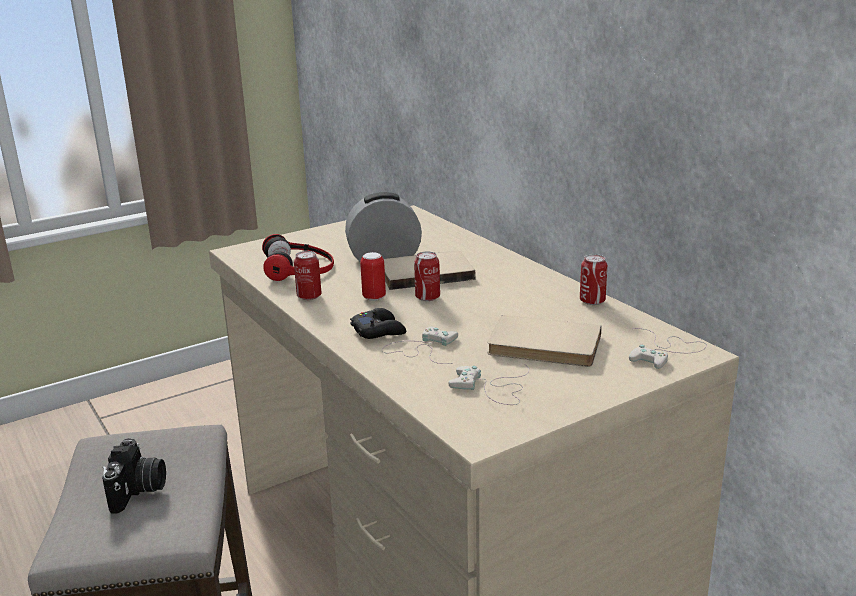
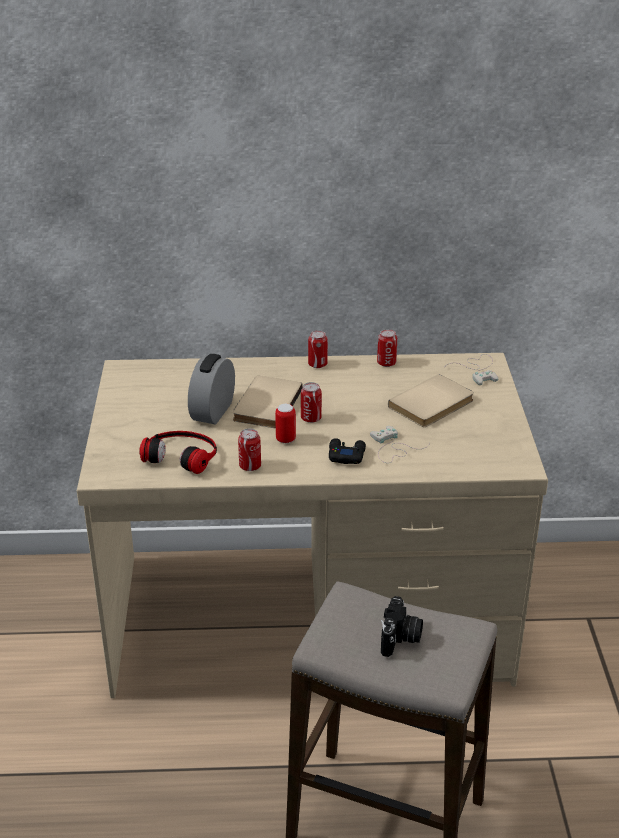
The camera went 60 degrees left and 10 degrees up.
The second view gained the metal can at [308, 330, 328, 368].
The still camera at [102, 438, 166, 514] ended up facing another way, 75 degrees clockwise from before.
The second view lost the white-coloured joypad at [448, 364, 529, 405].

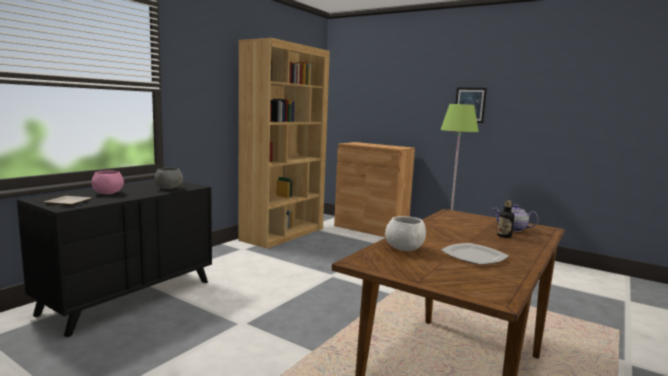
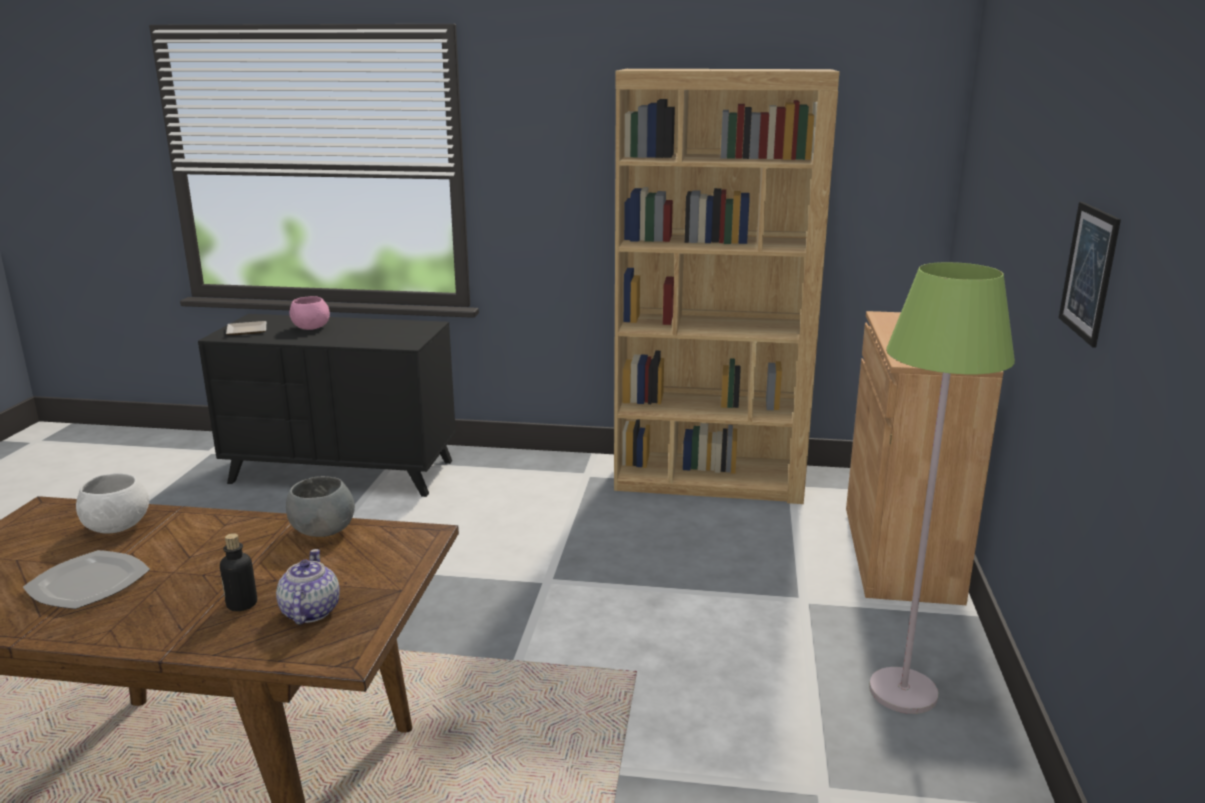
The camera went 65 degrees right and 10 degrees up.
The greyish bowl ended up elsewhere, having gone from [155, 167, 183, 189] to [286, 476, 355, 537].

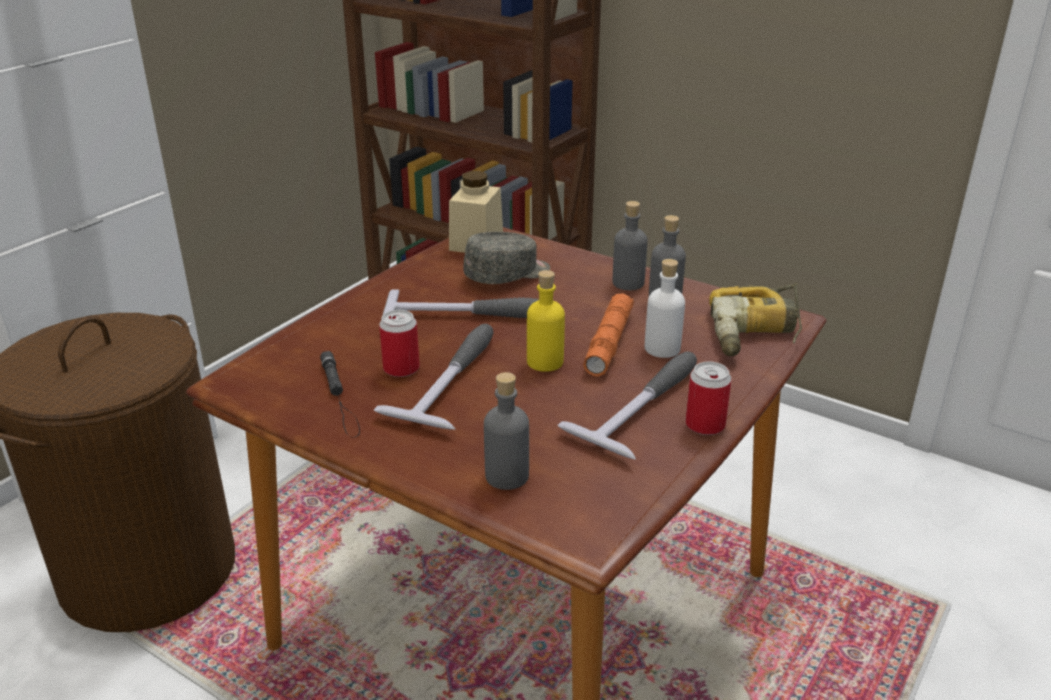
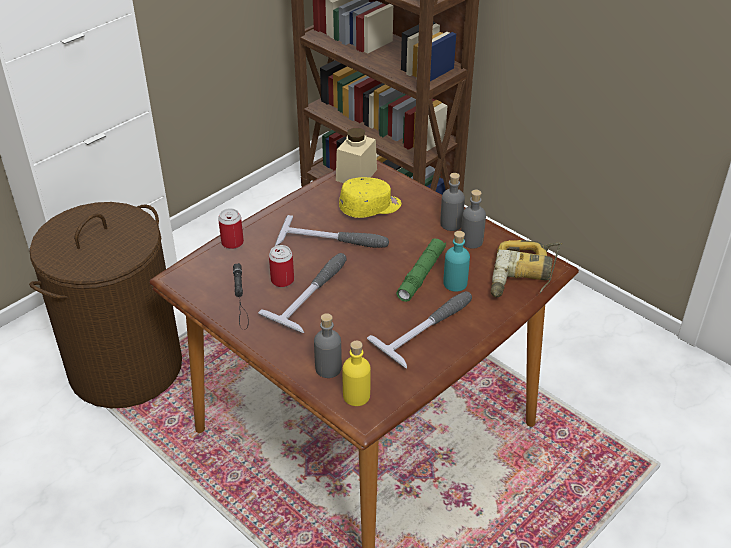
The camera went 10 degrees right and 10 degrees up.
The metal can ended up elsewhere, having gone from [685, 361, 732, 435] to [218, 208, 244, 249].
What was the greyish baseball cap at [463, 232, 550, 284] turned into the yellow-coloured baseball cap at [339, 177, 401, 218].
The yellow-coloured bottle ended up elsewhere, having gone from [527, 270, 565, 372] to [342, 341, 371, 406].
What was the orange flashlight at [583, 293, 634, 377] turned into the greenish flashlight at [396, 238, 446, 302].
What was the white-coloured bottle at [645, 259, 685, 358] turned into the turquoise bottle at [443, 231, 470, 292].

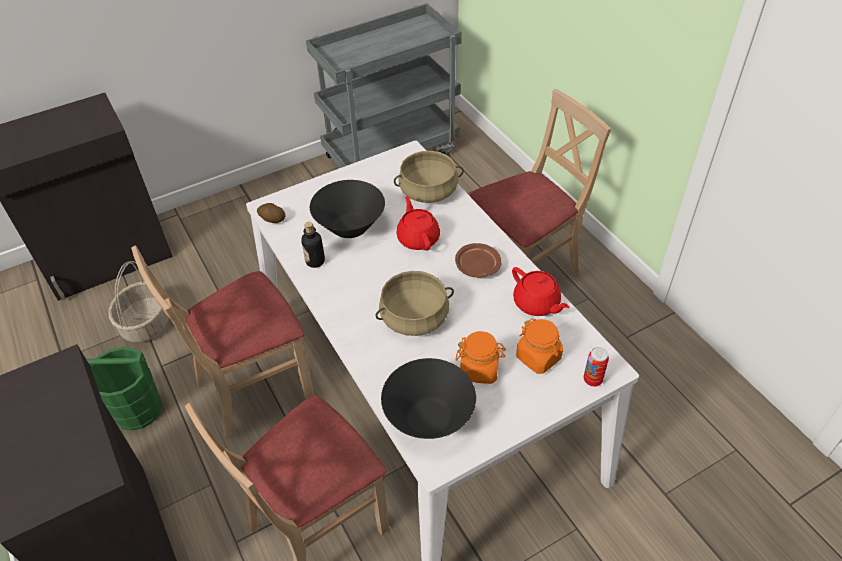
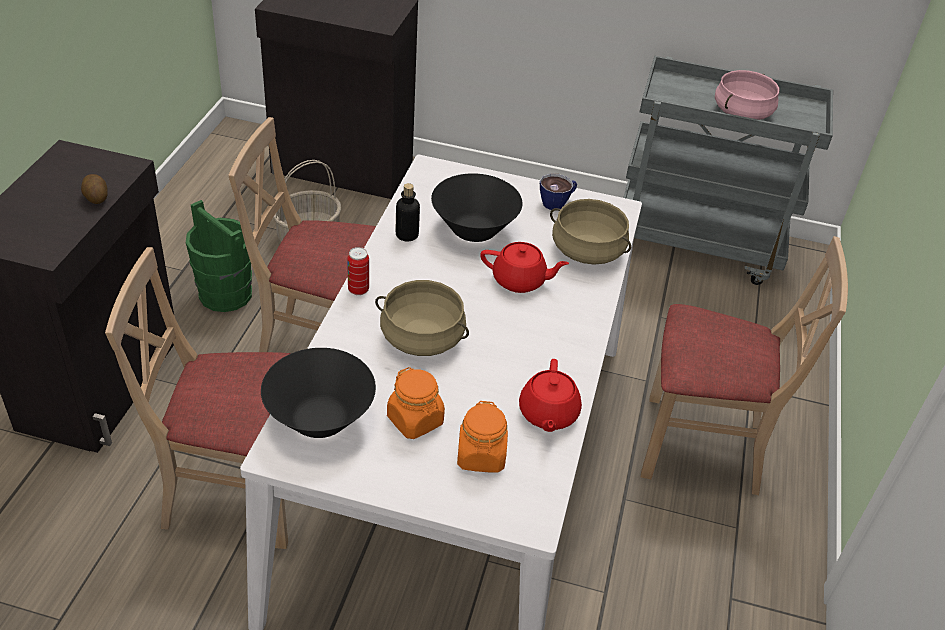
The camera went 40 degrees right and 5 degrees down.
The spud ended up elsewhere, having gone from [257, 203, 285, 223] to [81, 174, 108, 204].
The metal can ended up elsewhere, having gone from [583, 347, 609, 387] to [347, 247, 369, 295].
The reddish pot for tea at [396, 196, 440, 251] ended up facing another way, 75 degrees clockwise from before.
The second view gained the drinking cup at [540, 173, 577, 210].
The second view gained the pinkish cooking pot at [715, 70, 780, 120].
The second view lost the brown flat dish at [455, 243, 502, 277].

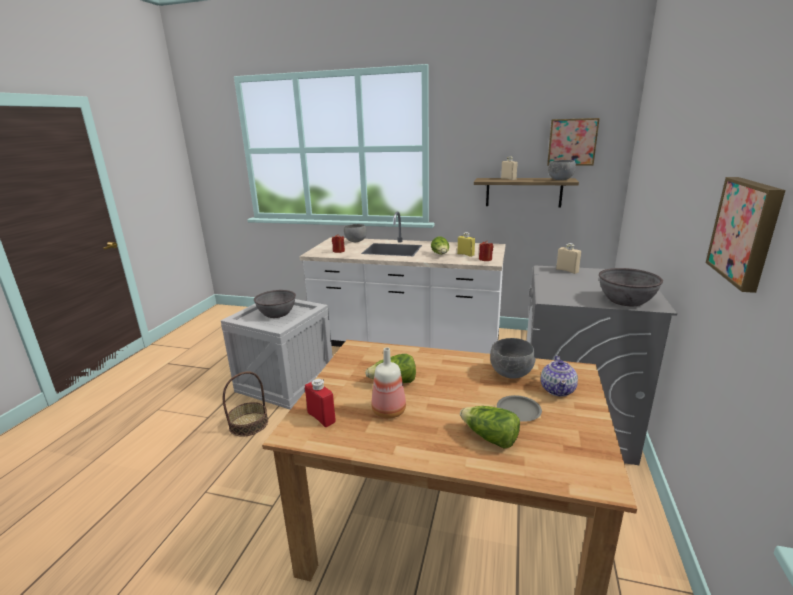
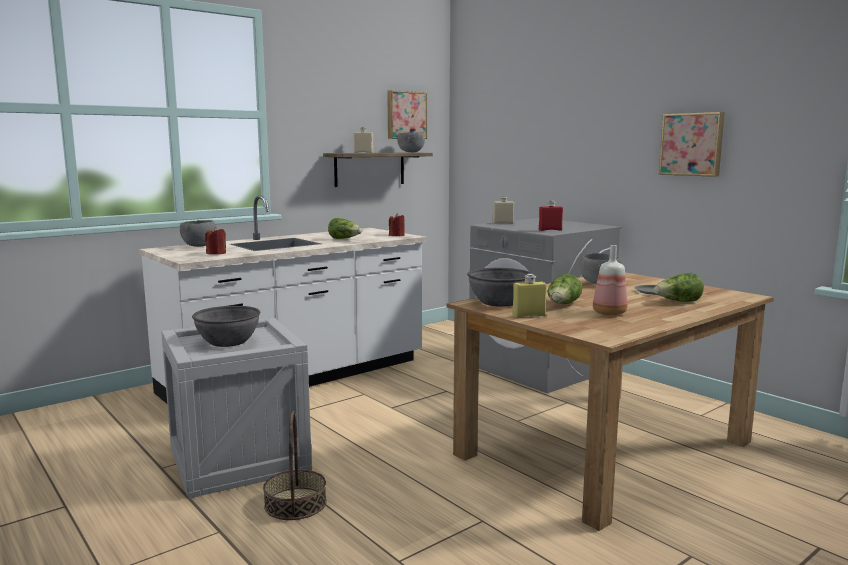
The camera went 55 degrees left and 10 degrees down.
The greyish bowl ended up elsewhere, having gone from [599, 268, 663, 306] to [467, 268, 532, 307].
The yellow-coloured bottle ended up elsewhere, having gone from [457, 232, 475, 257] to [512, 274, 547, 318].
The reddish bottle ended up elsewhere, having gone from [305, 379, 336, 427] to [539, 200, 563, 231].
The second view lost the pot for tea at [541, 356, 578, 397].

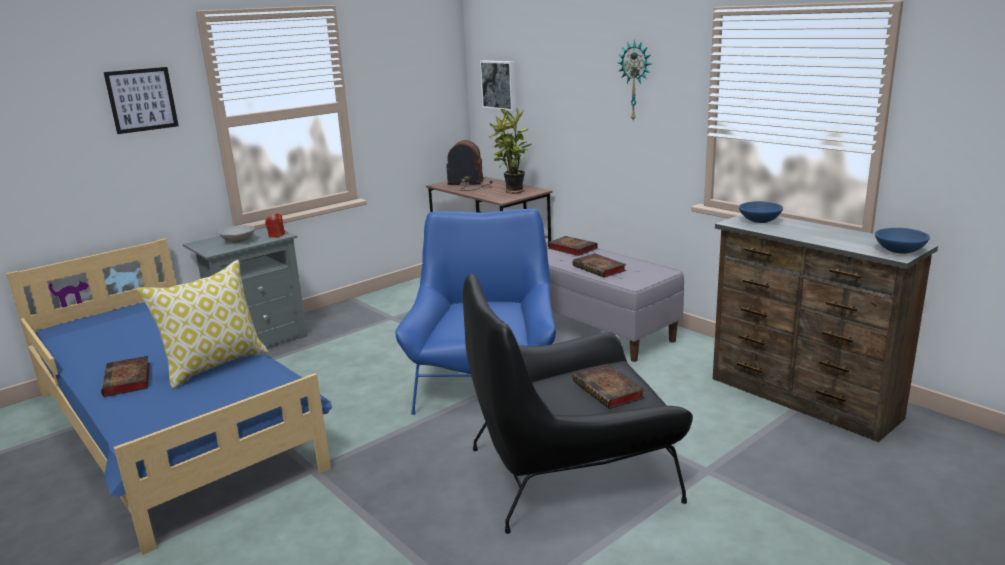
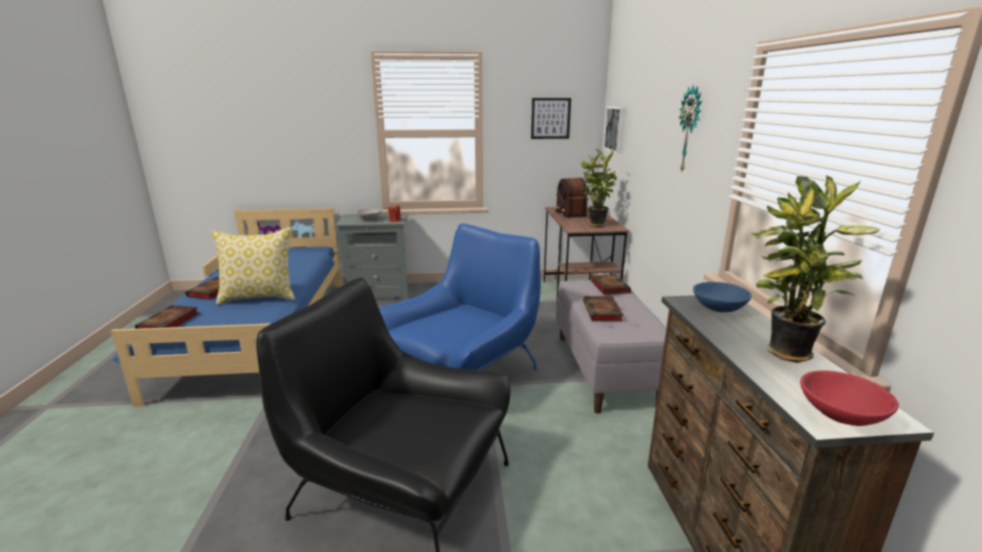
The camera went 35 degrees right and 0 degrees up.
The volume ended up elsewhere, having gone from [573, 364, 645, 409] to [135, 305, 199, 329].
The wall picture ended up elsewhere, having gone from [104, 67, 179, 134] to [531, 98, 571, 139].
The radio set at [446, 140, 493, 191] ended up facing another way, 150 degrees counterclockwise from before.
The second view gained the houseplant at [751, 175, 880, 363].
What was the blue bowl at [875, 228, 930, 254] turned into the reddish bowl at [800, 370, 899, 426].

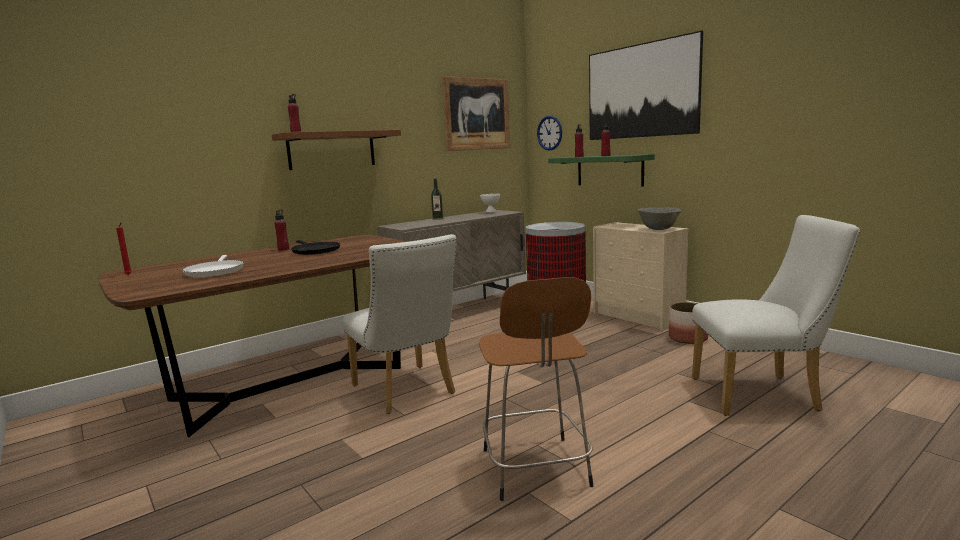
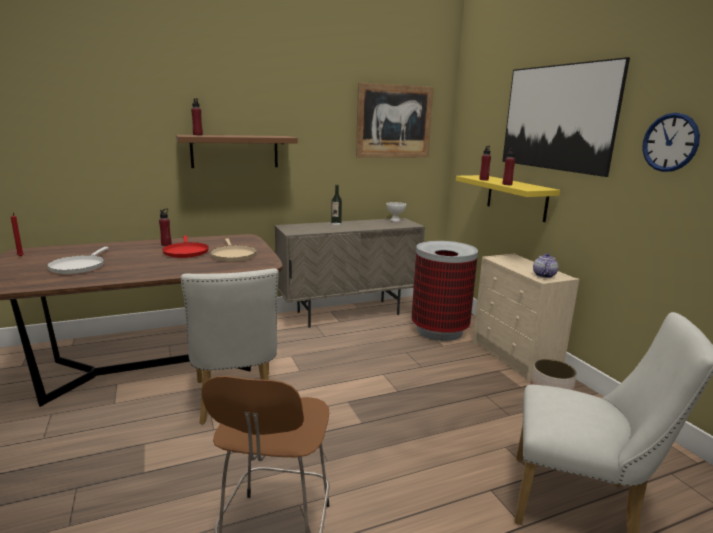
The camera went 15 degrees right and 5 degrees up.
What was the black skillet at [291, 240, 340, 255] turned into the reddish skillet at [162, 236, 209, 258].
The second view gained the beige skillet at [210, 239, 256, 261].
What was the greenish wall shelf at [548, 154, 655, 187] turned into the yellow-coloured wall shelf at [456, 175, 560, 222].
Where the greyish bowl stood at [638, 207, 681, 230], the pot for tea came to stand at [533, 253, 558, 278].
The wall clock ended up elsewhere, having gone from [537, 116, 562, 151] to [642, 113, 700, 172].

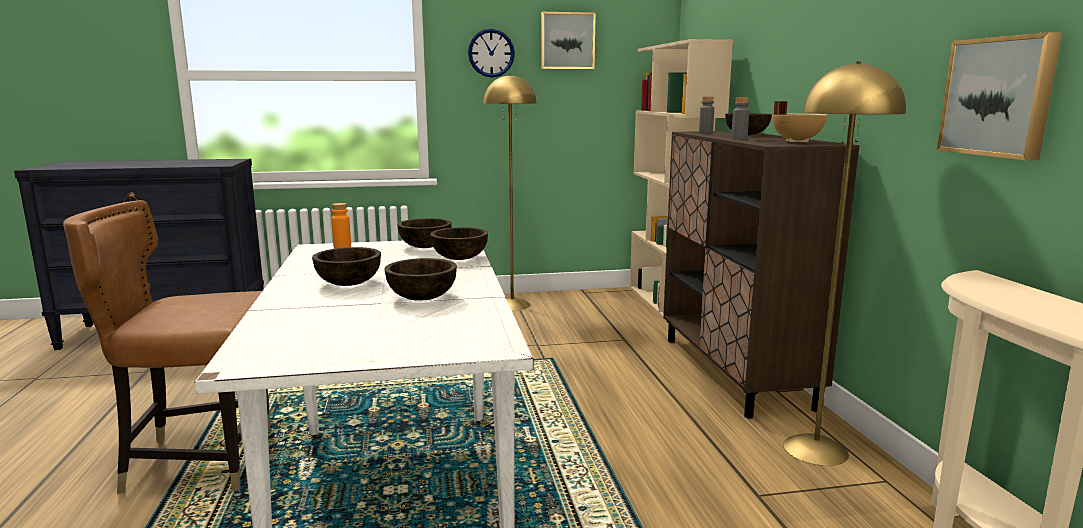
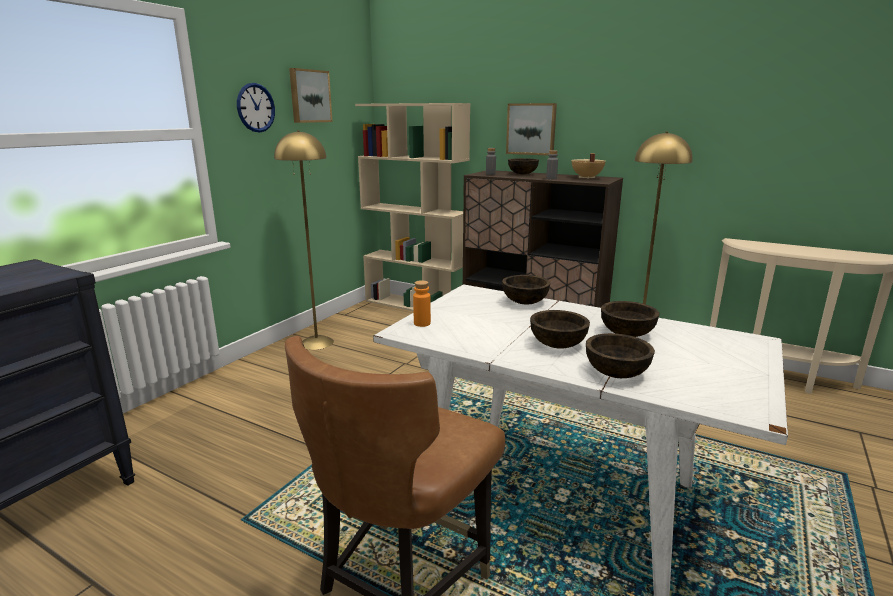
The camera went 50 degrees left and 5 degrees up.
The wall picture ended up elsewhere, having gone from [937, 32, 1062, 160] to [506, 103, 557, 155].
The brown bowl ended up elsewhere, having gone from [397, 218, 452, 248] to [586, 333, 655, 378].

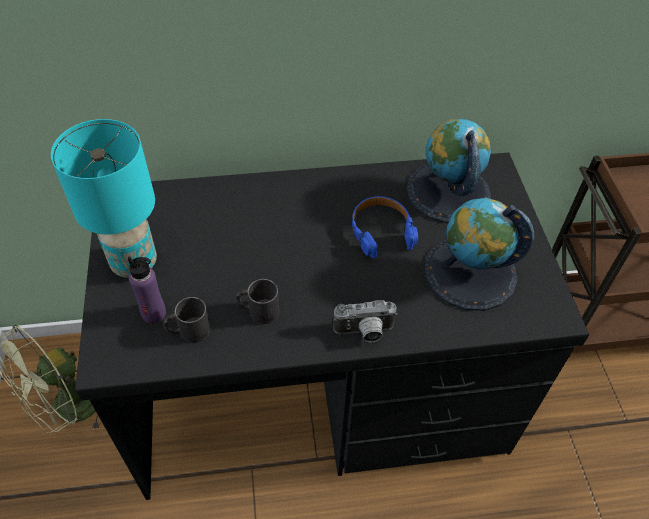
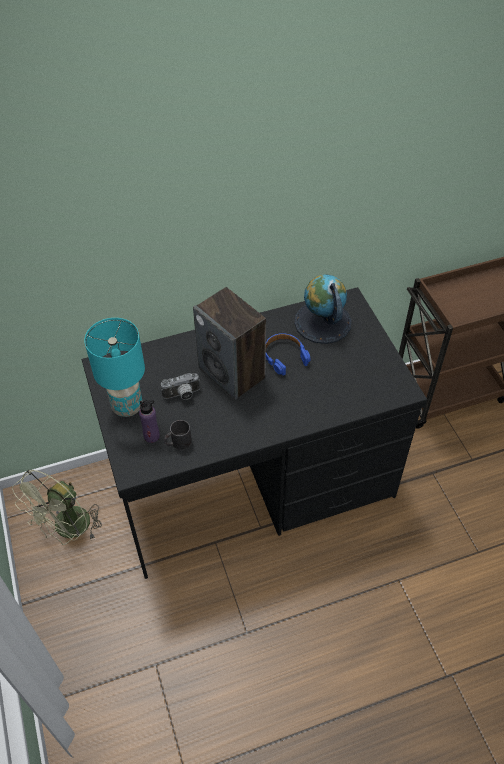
The camera went 10 degrees left and 0 degrees up.
The still camera ended up elsewhere, having gone from [333, 300, 398, 342] to [161, 373, 200, 400].
The second view gained the audio speaker at [193, 287, 266, 400].
The second view lost the black coffee mug at [236, 279, 279, 324].
The second view lost the globe at [425, 198, 534, 311].

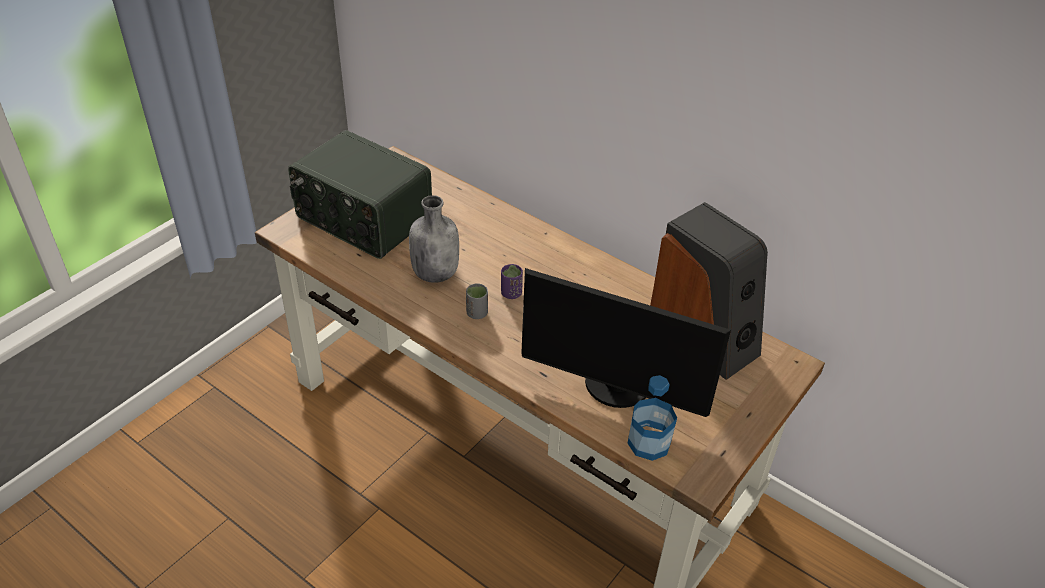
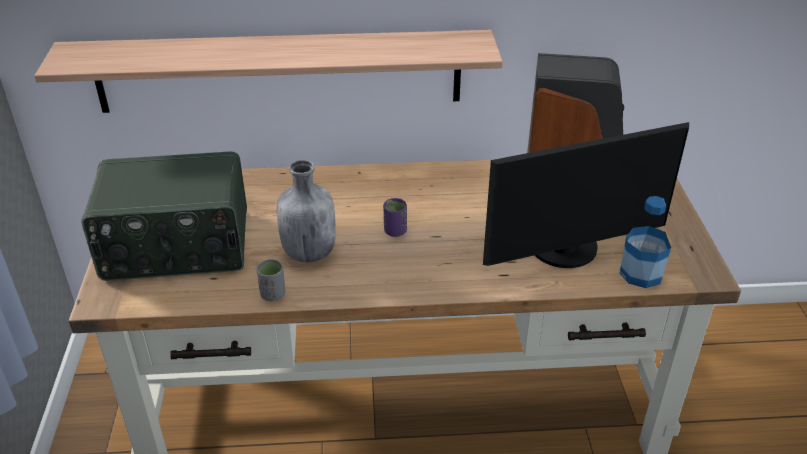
The camera went 40 degrees left and 5 degrees down.
The second view gained the wall shelf at [34, 30, 503, 113].
The greyish drinking cup ended up elsewhere, having gone from [466, 283, 488, 319] to [257, 259, 285, 301].

